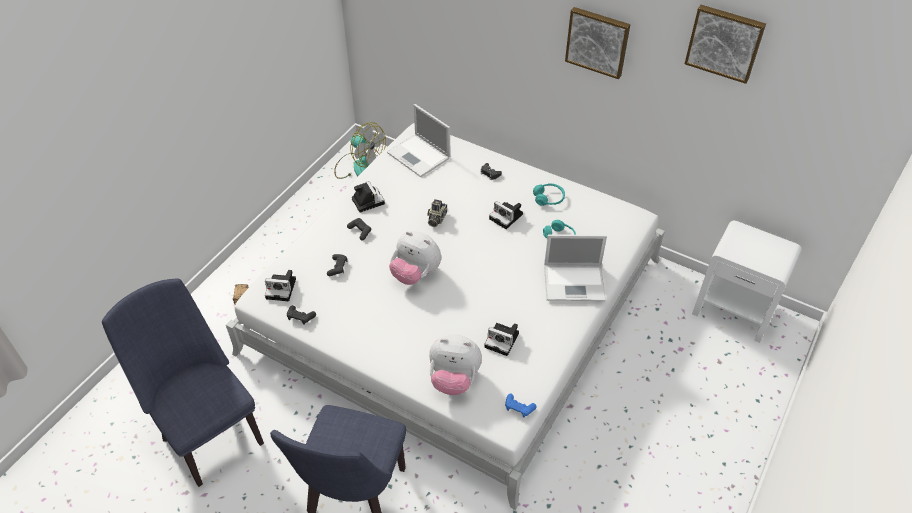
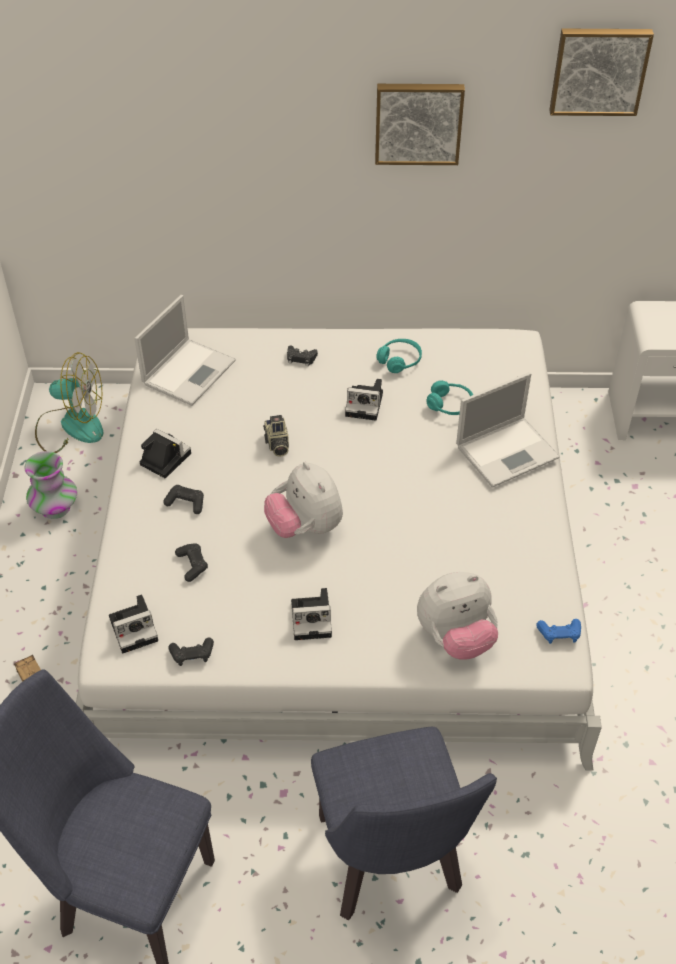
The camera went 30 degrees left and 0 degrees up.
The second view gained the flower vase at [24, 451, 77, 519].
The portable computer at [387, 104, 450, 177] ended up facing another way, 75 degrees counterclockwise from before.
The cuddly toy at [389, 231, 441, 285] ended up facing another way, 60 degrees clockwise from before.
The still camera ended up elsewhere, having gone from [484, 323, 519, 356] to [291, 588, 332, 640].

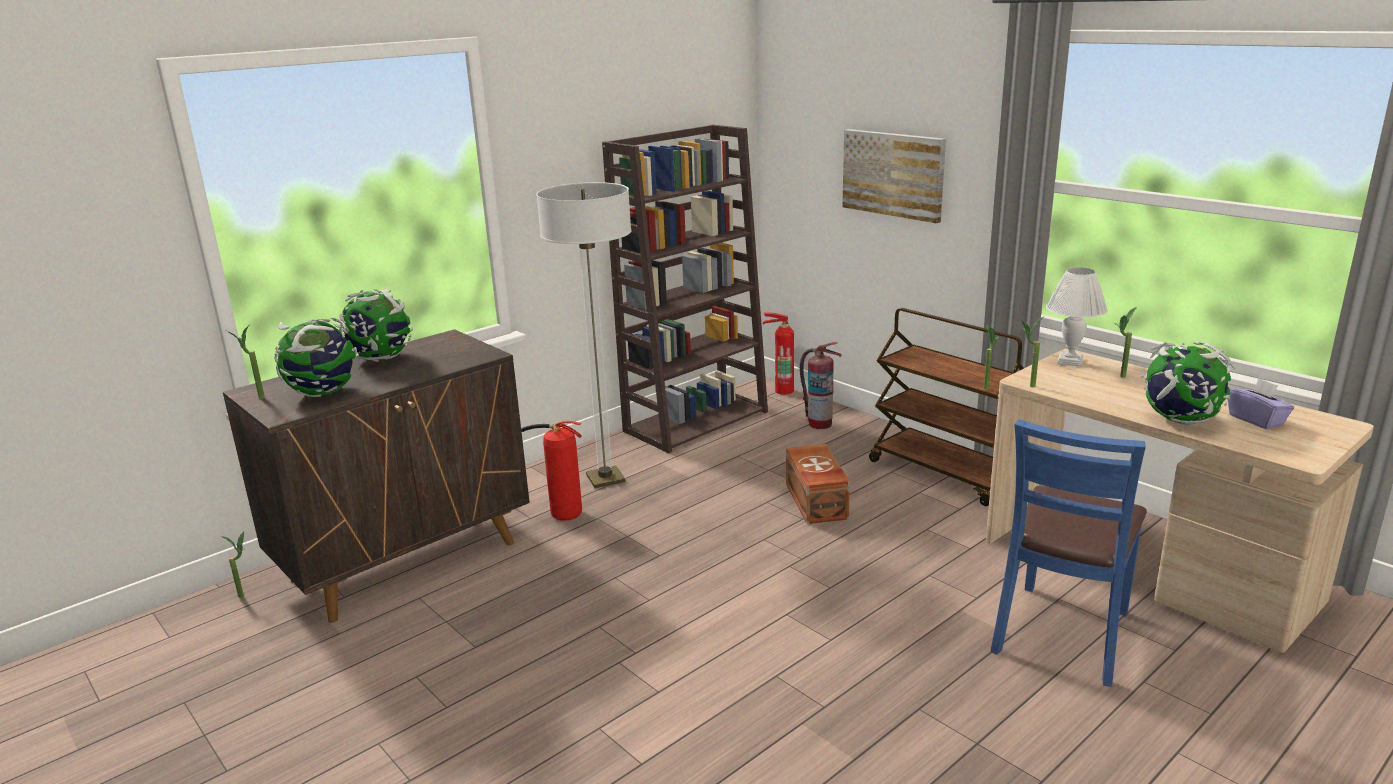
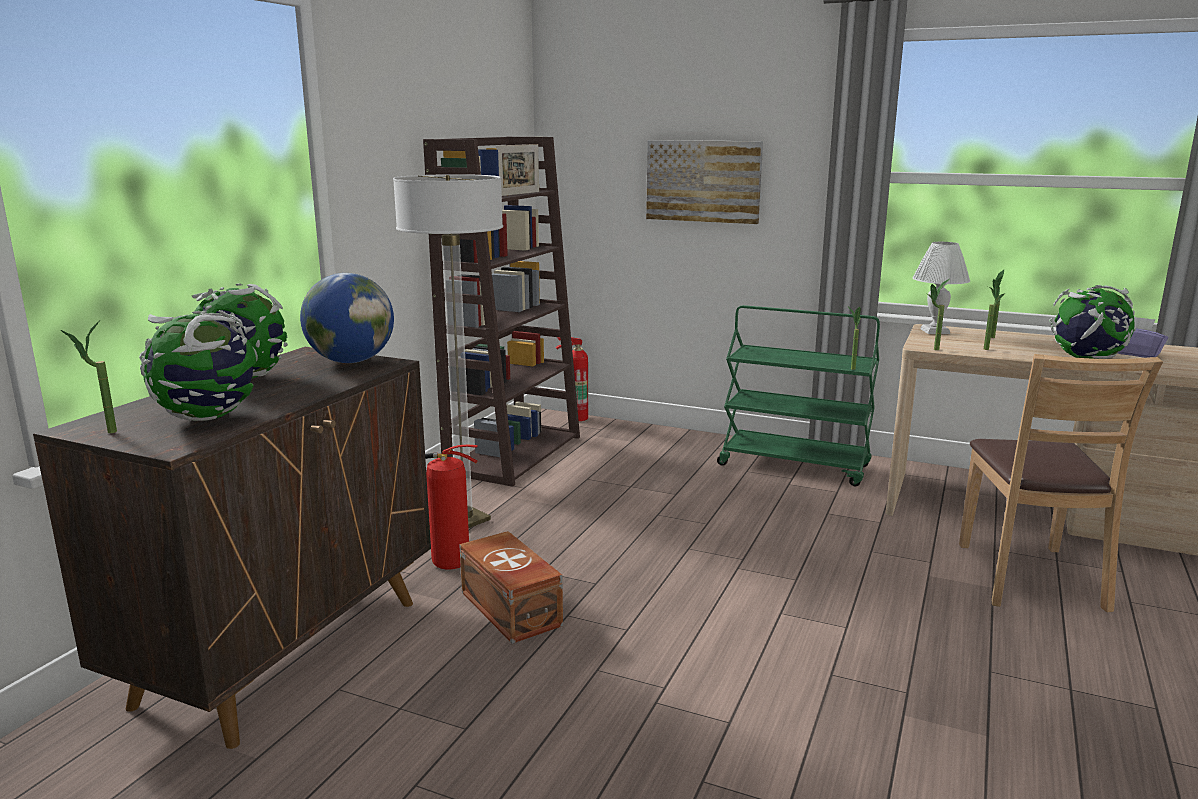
The camera went 25 degrees left and 5 degrees down.
The second view gained the globe at [300, 273, 394, 363].
The brown storage bin ended up elsewhere, having gone from [786, 444, 850, 524] to [459, 531, 563, 644].
The second view gained the picture frame at [496, 144, 539, 196].
What was the brown wheeled cart at [869, 308, 1024, 506] turned into the greenish wheeled cart at [717, 305, 880, 486].
What was the blue upright chair at [991, 419, 1147, 687] turned into the brown upright chair at [959, 354, 1163, 612].
The houseplant ended up elsewhere, having gone from [221, 531, 244, 598] to [984, 279, 1006, 350].
The second view lost the fire extinguisher at [800, 342, 842, 429].

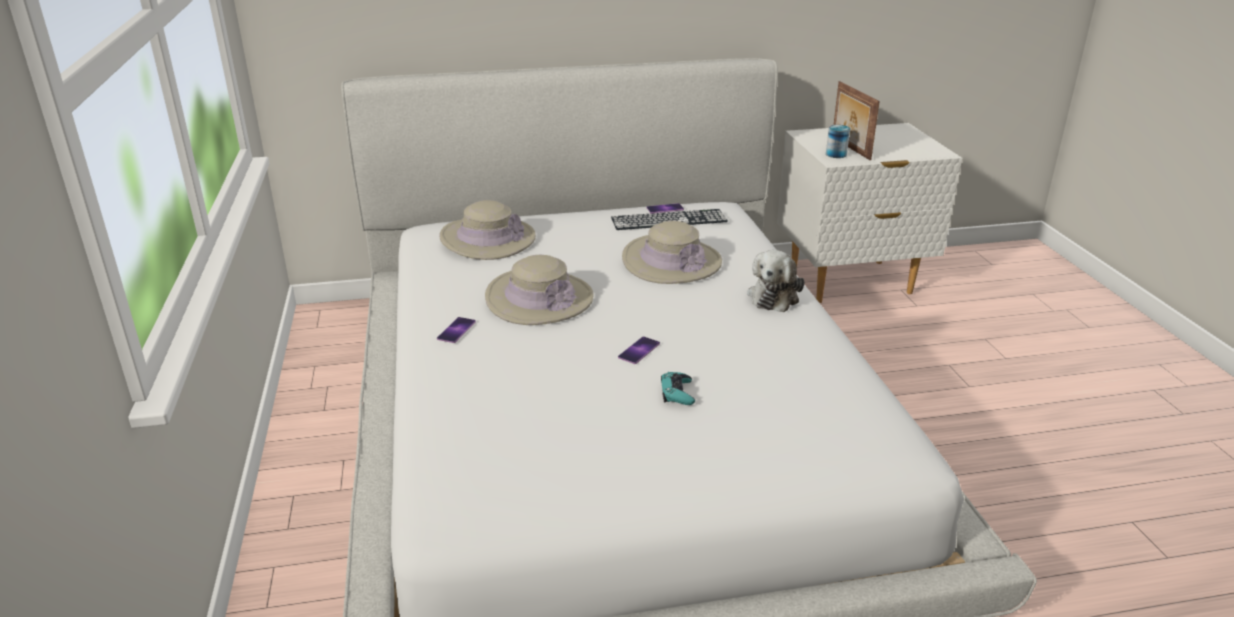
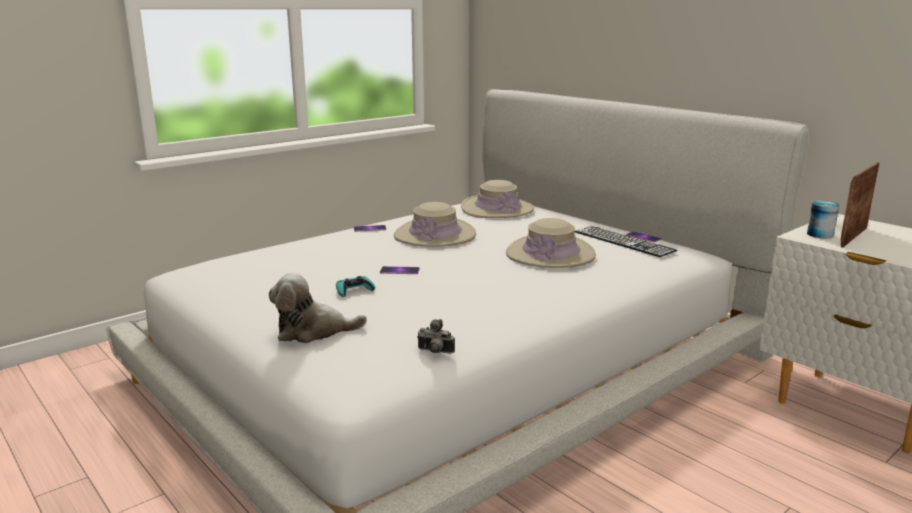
The camera went 60 degrees right and 10 degrees down.
The cuddly toy ended up elsewhere, having gone from [747, 250, 805, 312] to [269, 273, 367, 343].
The second view gained the still camera at [417, 319, 455, 354].

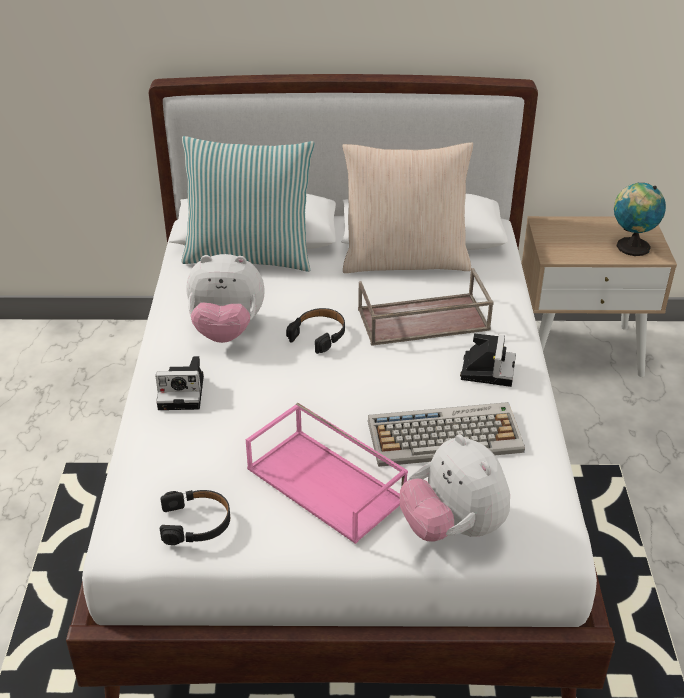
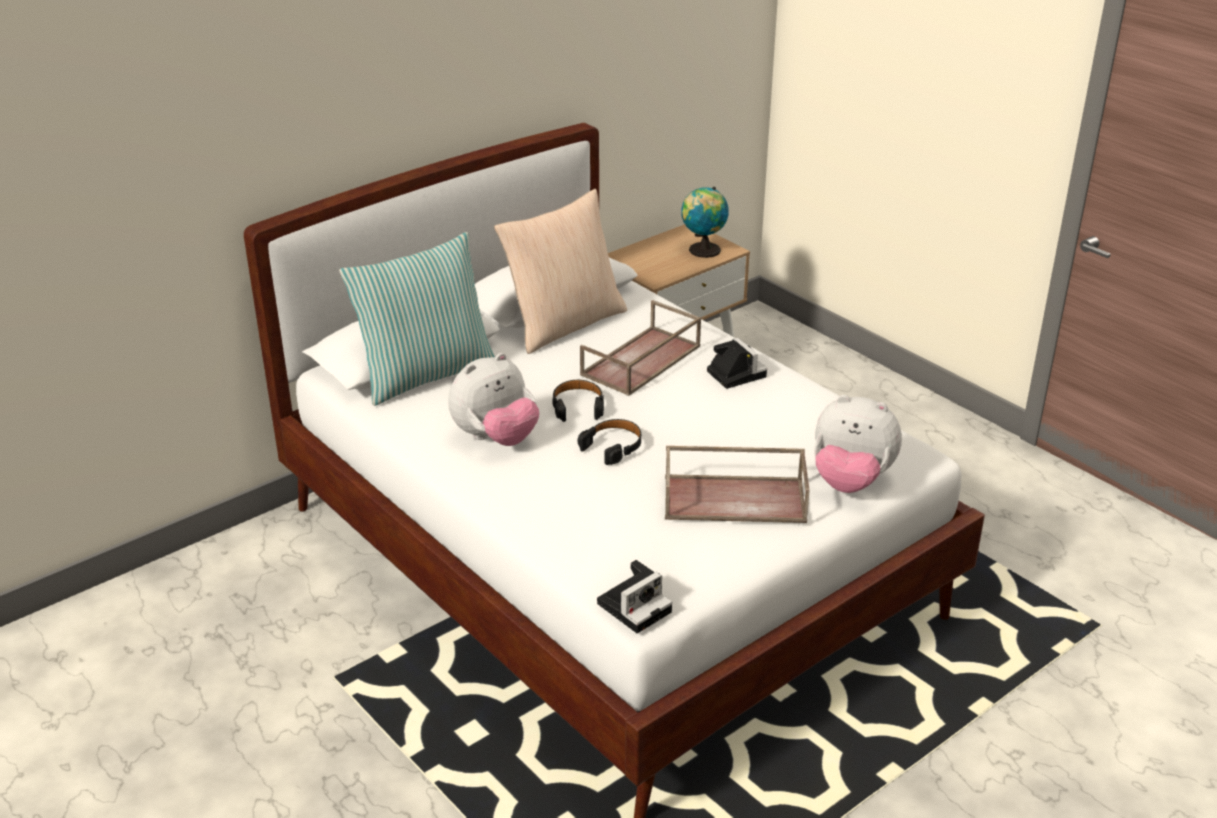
The camera went 40 degrees left and 5 degrees down.
The black headset ended up elsewhere, having gone from [160, 490, 230, 545] to [578, 419, 641, 465].
The still camera ended up elsewhere, having gone from [155, 356, 204, 410] to [597, 560, 672, 633].
What was the pinkish serving tray at [246, 403, 408, 544] turned into the brown serving tray at [665, 446, 810, 523].
The second view lost the PC keyboard at [368, 402, 525, 467].

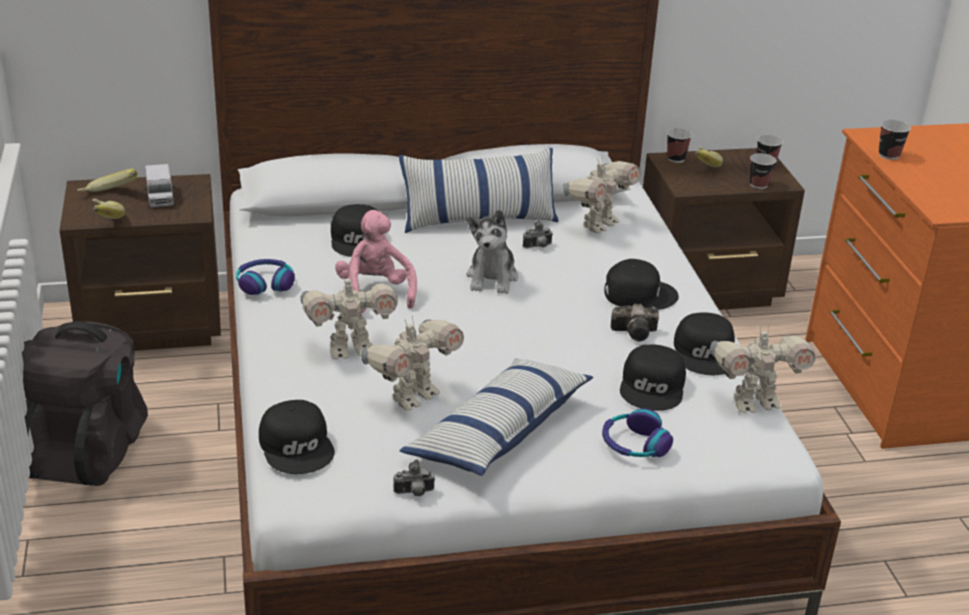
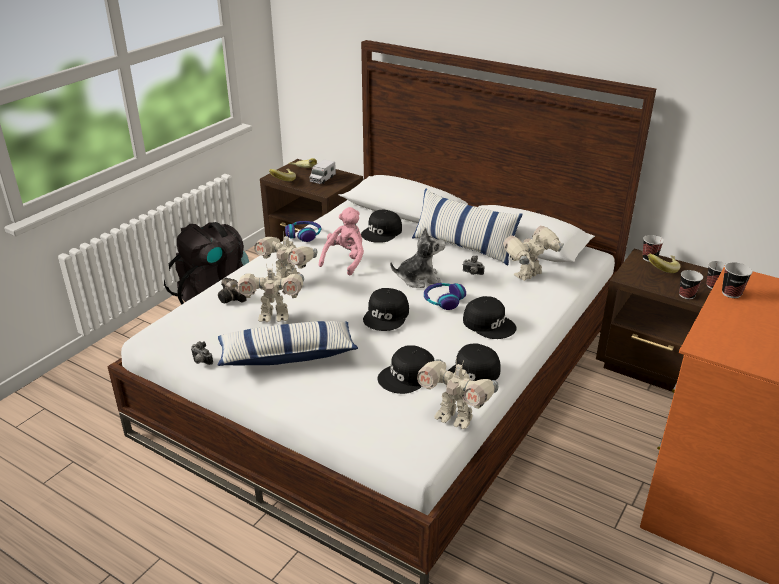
The camera went 45 degrees right and 0 degrees up.
The still camera ended up elsewhere, having gone from [611, 303, 659, 341] to [218, 278, 247, 303].
The black baseball cap ended up elsewhere, having gone from [259, 400, 335, 474] to [363, 288, 409, 331].
The cuddly toy at [466, 210, 518, 294] ended up facing another way, 150 degrees counterclockwise from before.
The headset ended up elsewhere, having gone from [602, 408, 673, 457] to [424, 283, 466, 310].
The robot figure at [563, 157, 641, 233] ended up facing another way, 150 degrees clockwise from before.

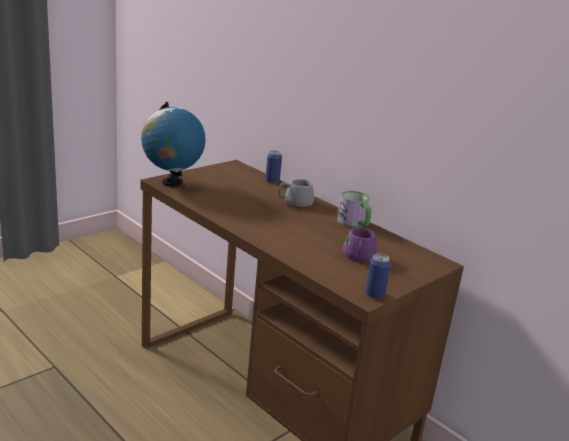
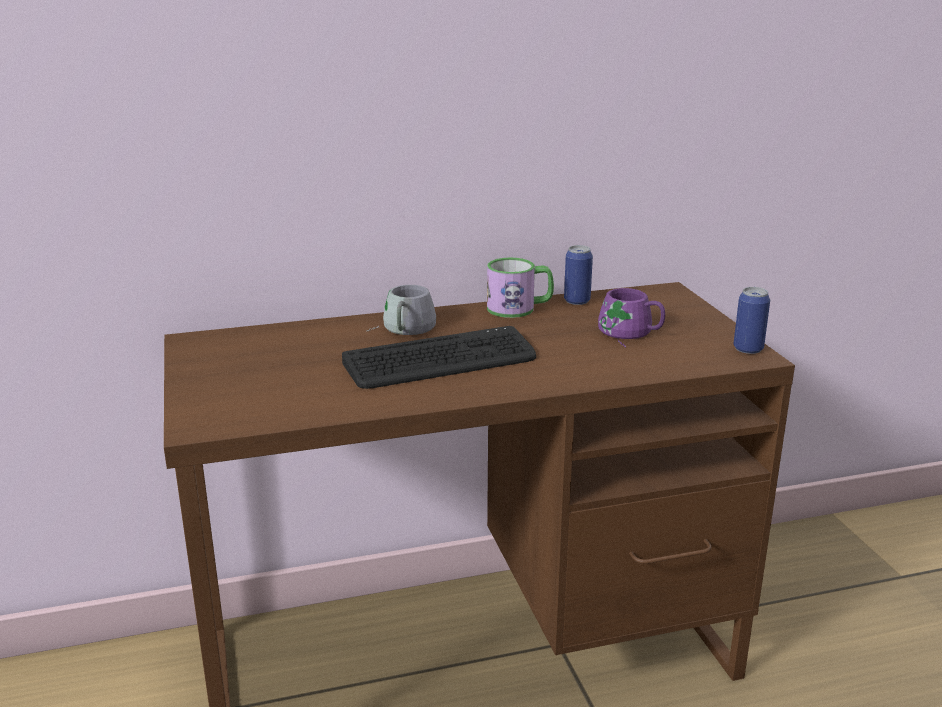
The camera went 60 degrees left and 0 degrees up.
The second view gained the PC keyboard at [342, 326, 536, 389].
The metal can ended up elsewhere, having gone from [265, 150, 282, 183] to [564, 245, 593, 305].
The second view lost the globe at [141, 102, 206, 187].

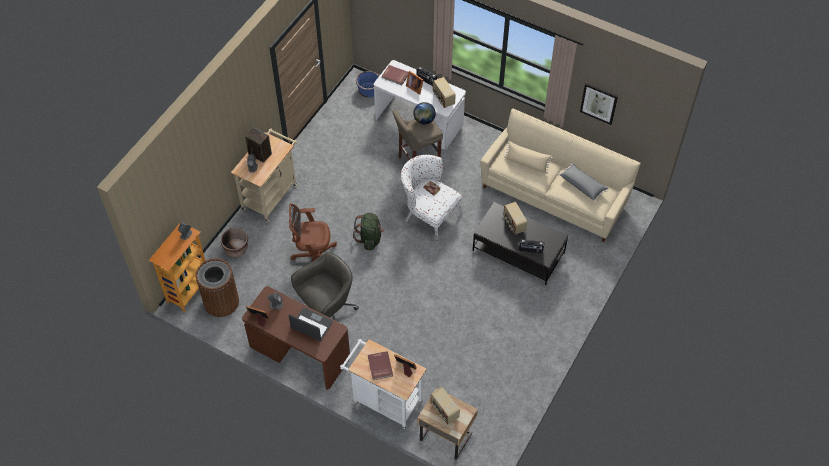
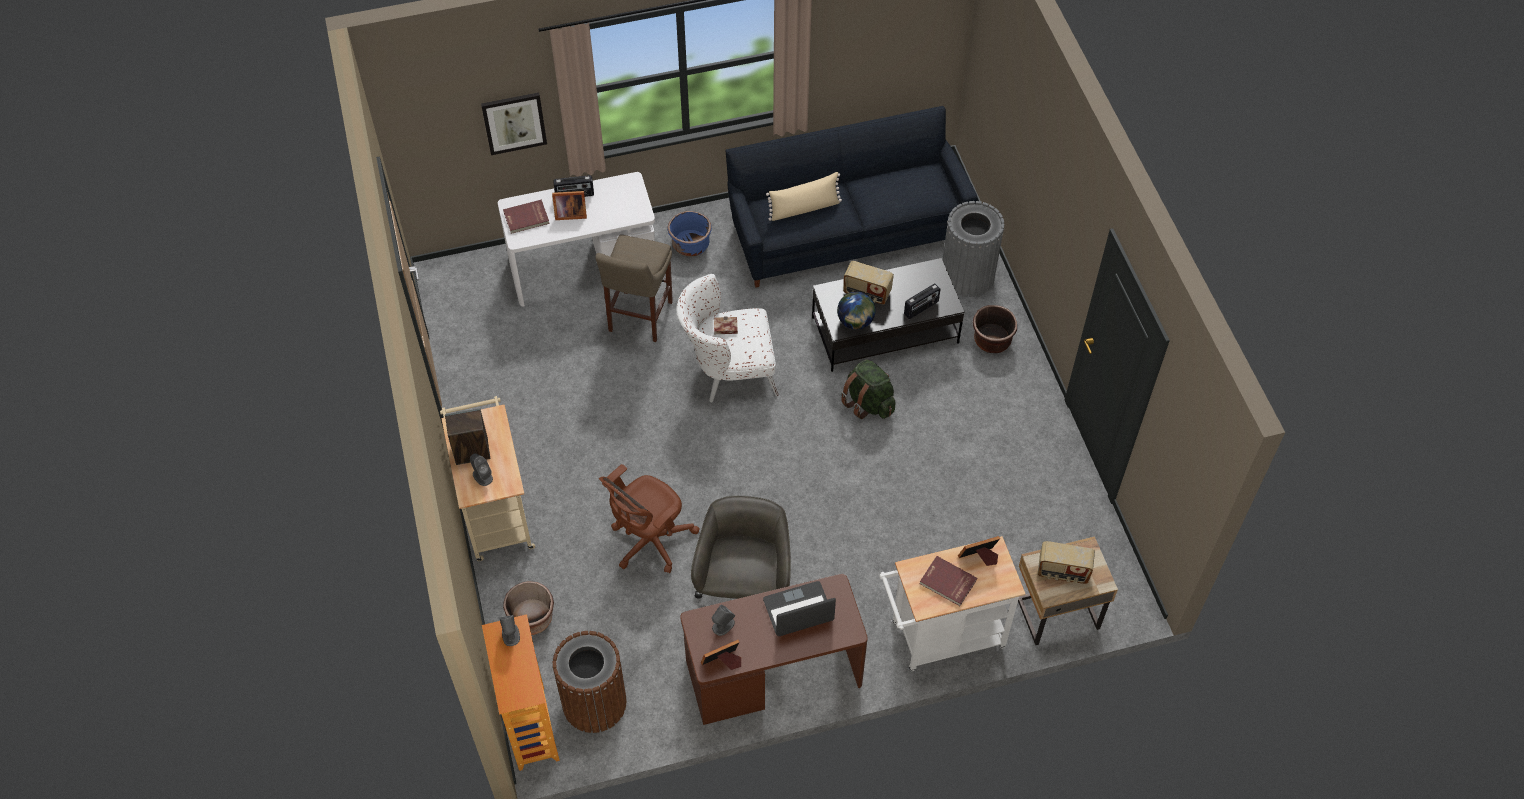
The camera went 45 degrees left and 0 degrees up.
The wall picture ended up elsewhere, having gone from [580, 83, 618, 125] to [481, 92, 547, 155].
The blue flower pot ended up elsewhere, having gone from [356, 71, 379, 98] to [667, 211, 712, 257].
What was the beige couch at [480, 109, 641, 242] turned into the black couch at [726, 106, 978, 288].
The globe ended up elsewhere, having gone from [413, 102, 436, 124] to [837, 291, 875, 330].
The greenish knapsack ended up elsewhere, having gone from [353, 213, 384, 251] to [841, 359, 895, 419].
The second view gained the greyish waste bin at [942, 201, 1004, 297].
The second view gained the brown flower pot at [973, 305, 1017, 353].
The second view lost the radio set at [433, 77, 456, 108].
The second view lost the greyish pillow at [559, 163, 609, 202].

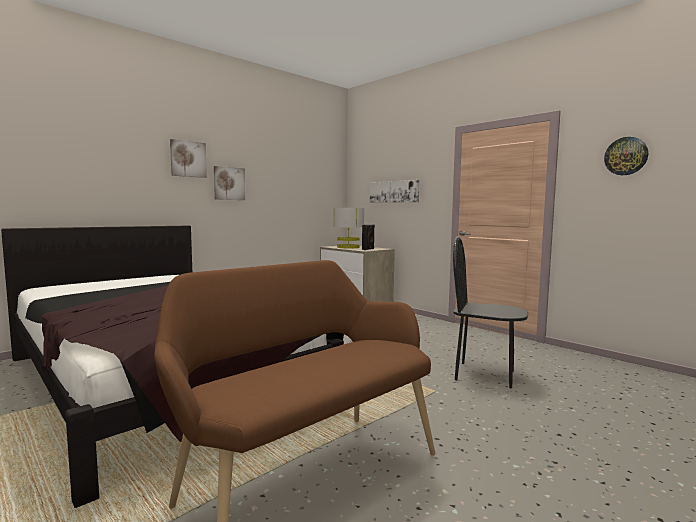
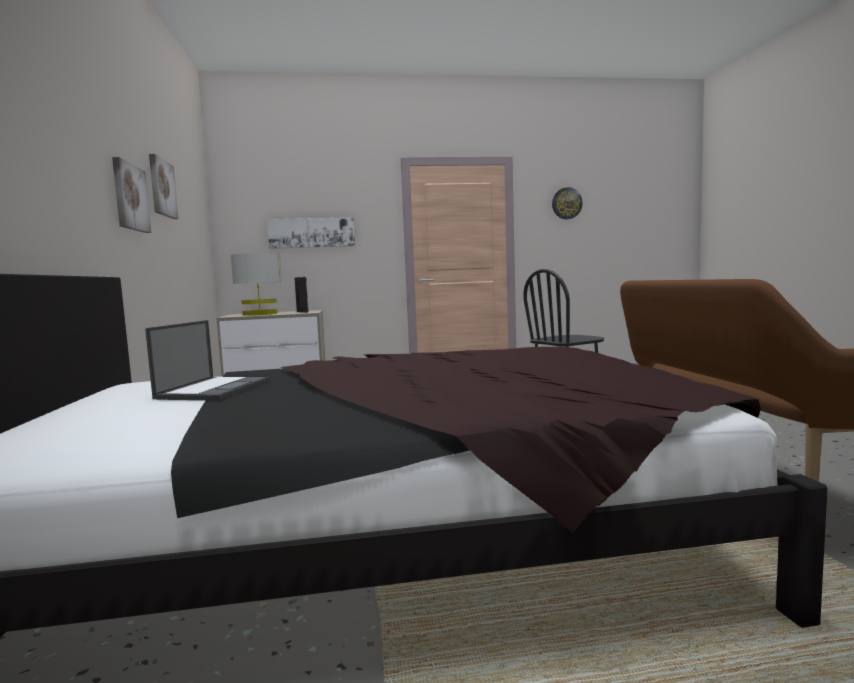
The camera went 55 degrees left and 0 degrees up.
The second view gained the portable computer at [145, 320, 270, 401].
The wall picture ended up elsewhere, having gone from [170, 139, 207, 178] to [149, 154, 179, 219].

